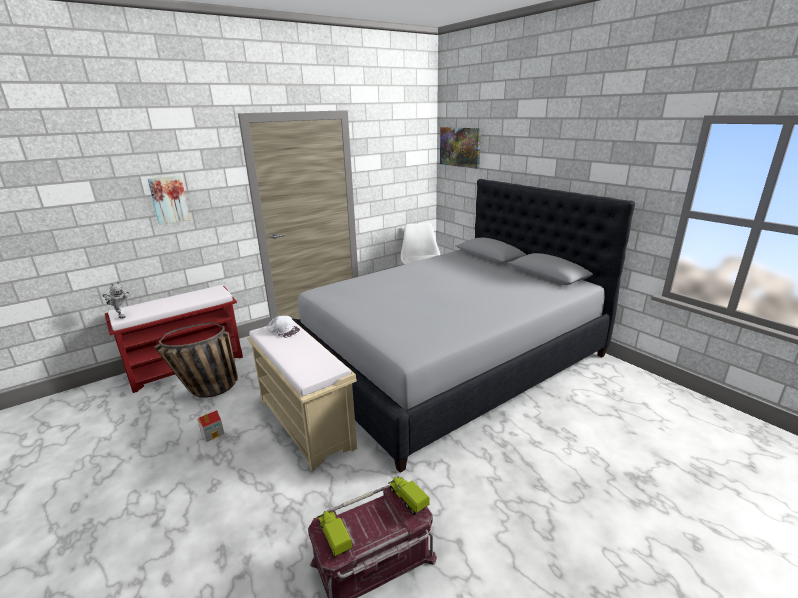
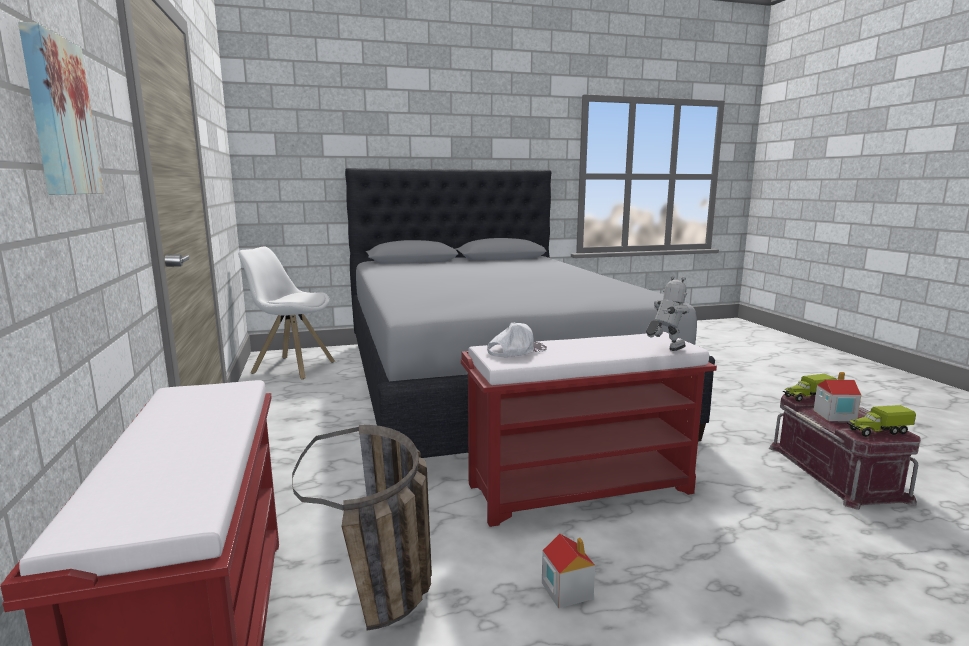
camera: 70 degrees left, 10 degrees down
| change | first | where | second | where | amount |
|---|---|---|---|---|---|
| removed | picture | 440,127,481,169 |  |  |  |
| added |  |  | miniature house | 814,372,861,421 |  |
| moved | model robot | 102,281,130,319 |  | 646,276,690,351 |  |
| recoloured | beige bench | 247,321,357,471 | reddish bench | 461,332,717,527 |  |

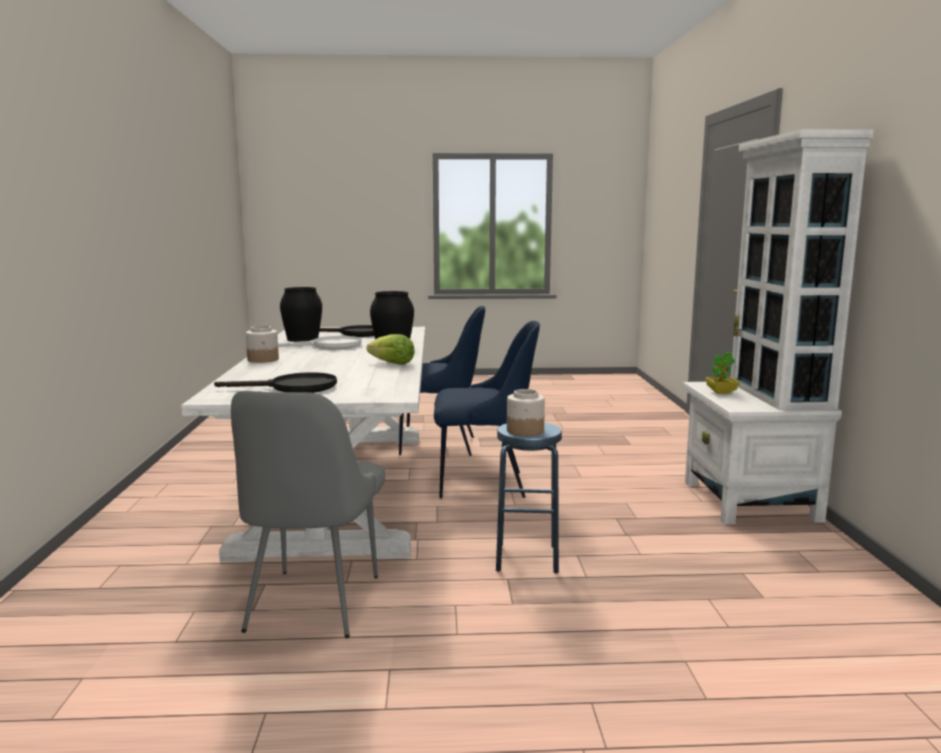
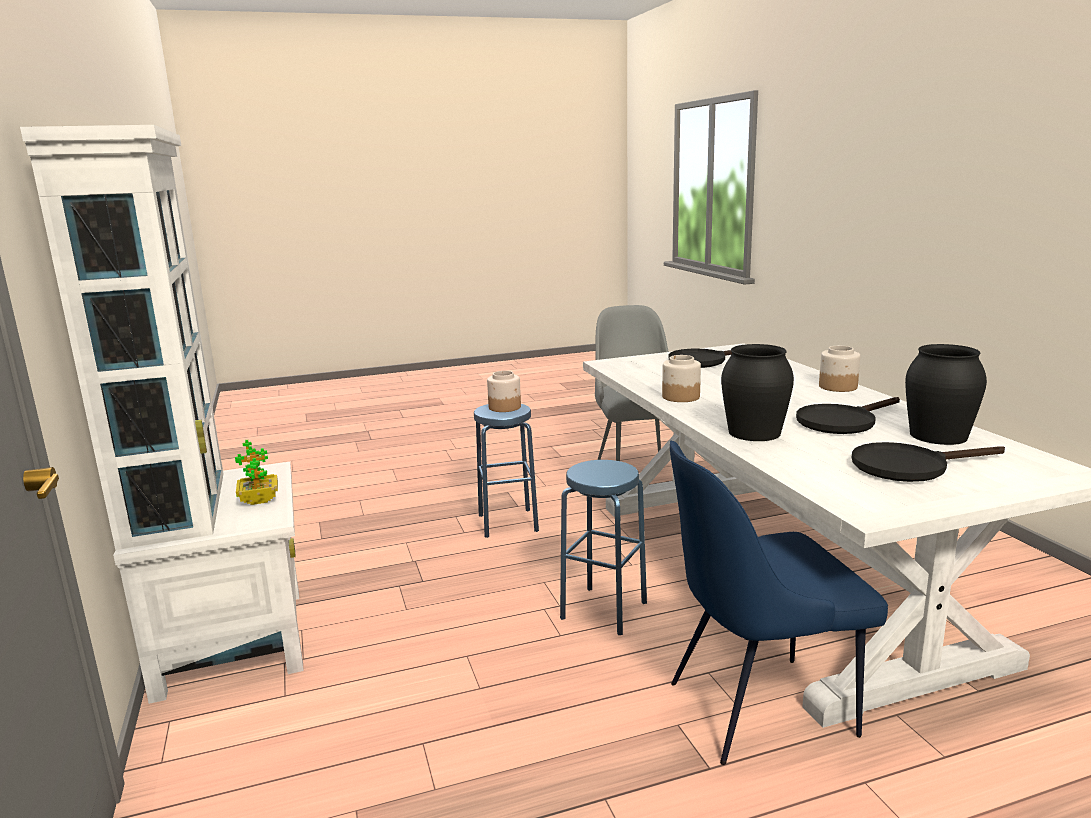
camera: 165 degrees right, 5 degrees up
| change | first | where | second | where | amount |
|---|---|---|---|---|---|
| replaced | head of lettuce | 367,334,415,365 | storage jar | 662,355,701,402 |  |
| replaced | blue plain chair | 434,321,540,499 | blue stool seat | 560,460,647,635 |  |
| recoloured | whitish frying pan | 278,336,362,349 | black-coloured frying pan | 796,397,900,434 |  |

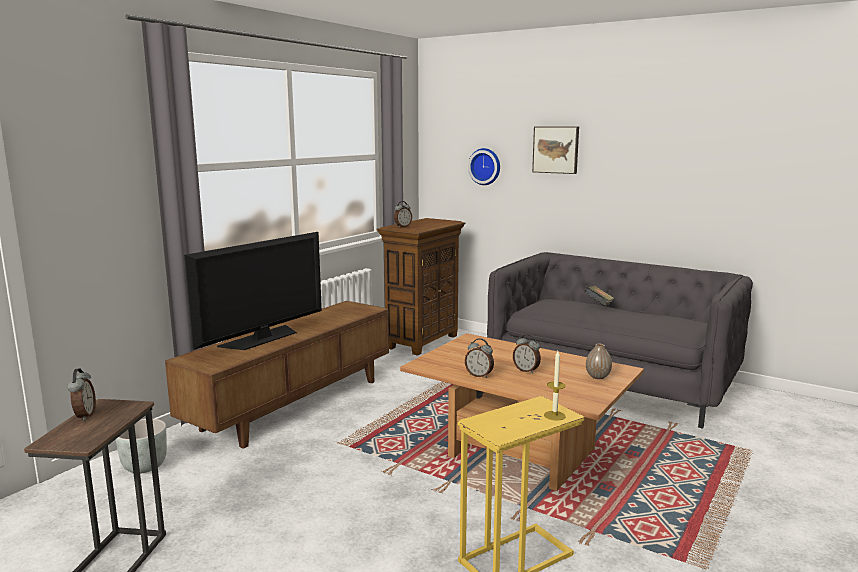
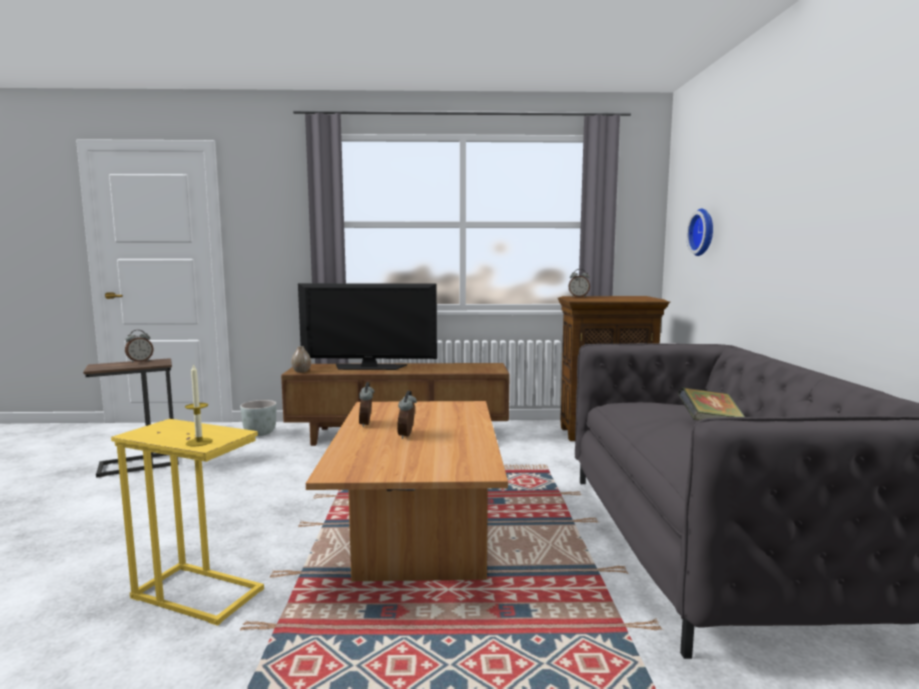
camera: 55 degrees right, 5 degrees down
| change | first | where | second | where | amount |
|---|---|---|---|---|---|
| removed | picture | 532,127,579,174 |  |  |  |
| moved | decorative vase | 586,344,612,379 |  | 291,346,311,373 |  |

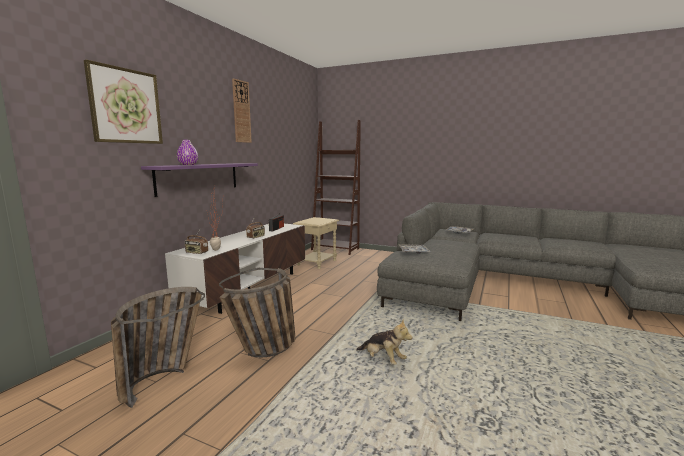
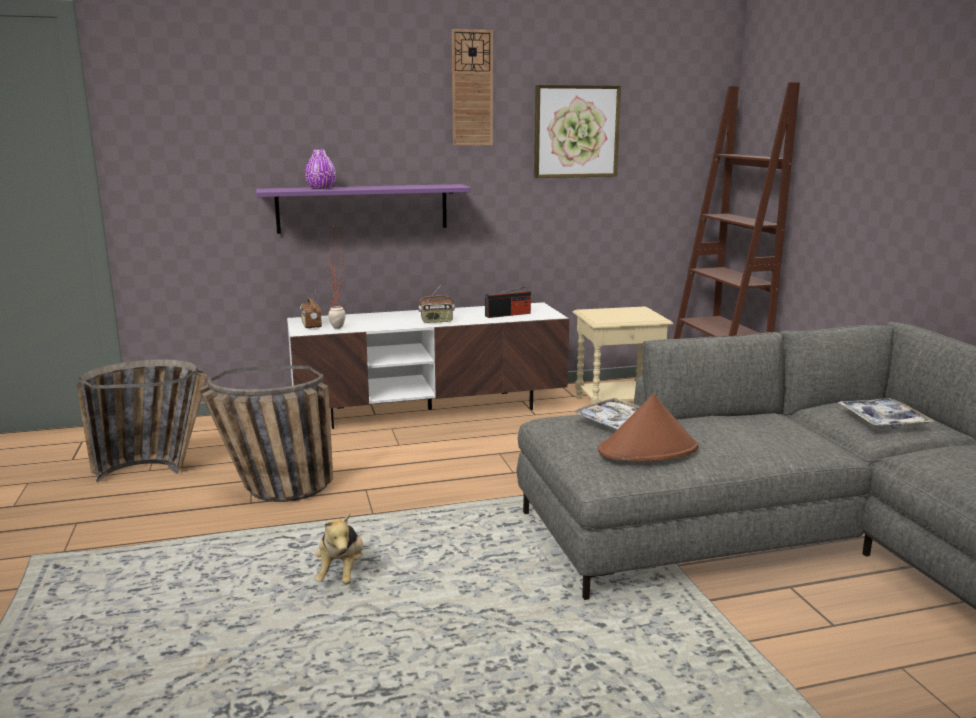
camera: 50 degrees right, 5 degrees up
| change | first | where | second | where | amount |
|---|---|---|---|---|---|
| added |  |  | brown clothing hat | 598,394,699,461 |  |
| moved | picture | 84,60,163,144 |  | 534,85,621,178 |  |

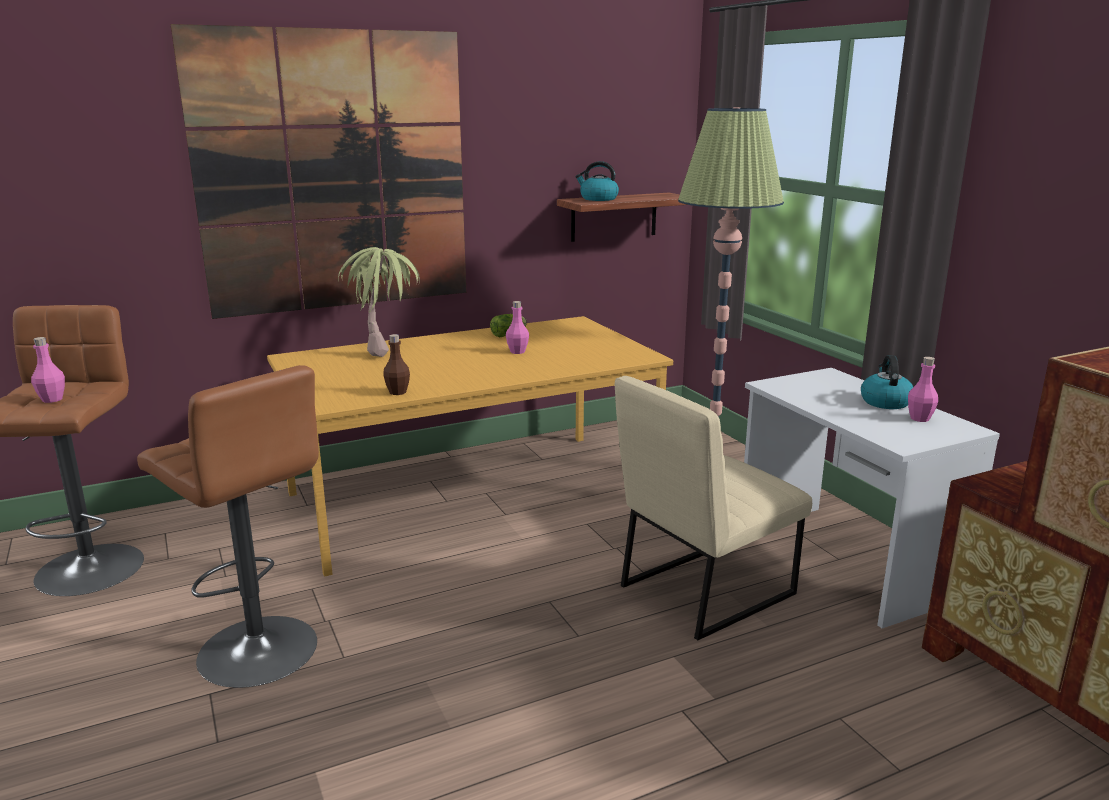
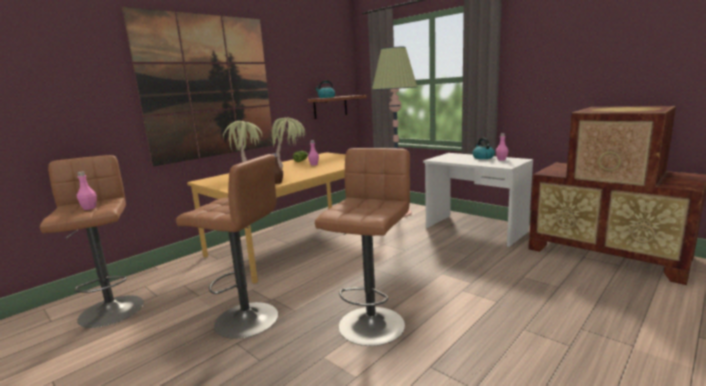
camera: 20 degrees left, 5 degrees down
| change | first | where | second | where | amount |
|---|---|---|---|---|---|
| removed | beige plain chair | 615,376,812,640 |  |  |  |
| added |  |  | potted plant | 271,117,305,169 |  |
| added |  |  | brown stool seat | 315,148,410,346 |  |

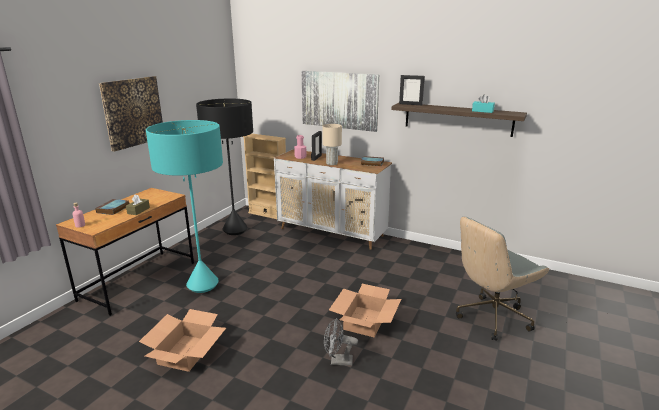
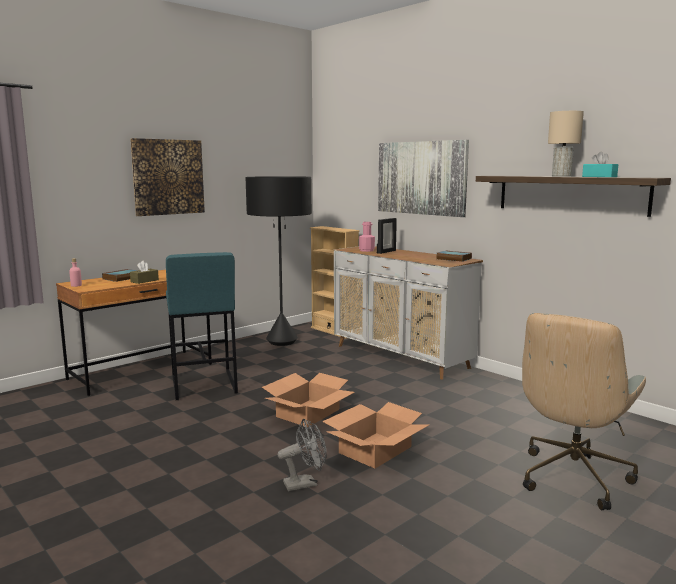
camera: 20 degrees right, 10 degrees down
| change | first | where | second | where | amount |
|---|---|---|---|---|---|
| removed | picture frame | 399,75,425,105 |  |  |  |
| moved | carton | 139,309,226,372 |  | 262,373,355,427 |  |
| moved | beige tabletop lamp | 322,124,342,165 |  | 548,111,584,177 |  |
| replaced | blue-green floor lamp | 146,120,223,293 | blue-green stool seat | 166,252,238,400 |  |
| turned | gray electric fan | 324,318,358,366 |  | 278,419,326,491 | 135 degrees clockwise |
| turned | gray office chair | 456,217,549,341 |  | 522,313,646,510 | 45 degrees counterclockwise |

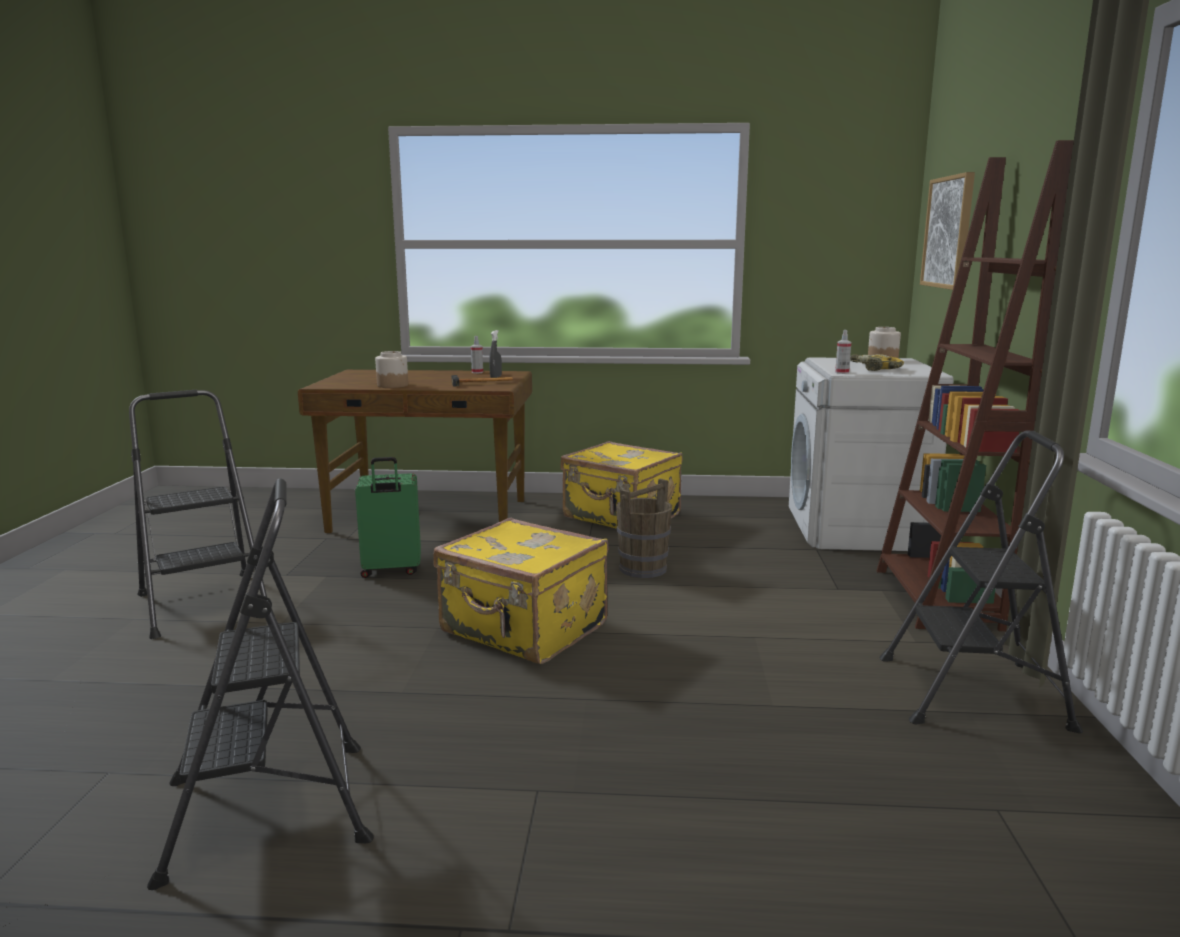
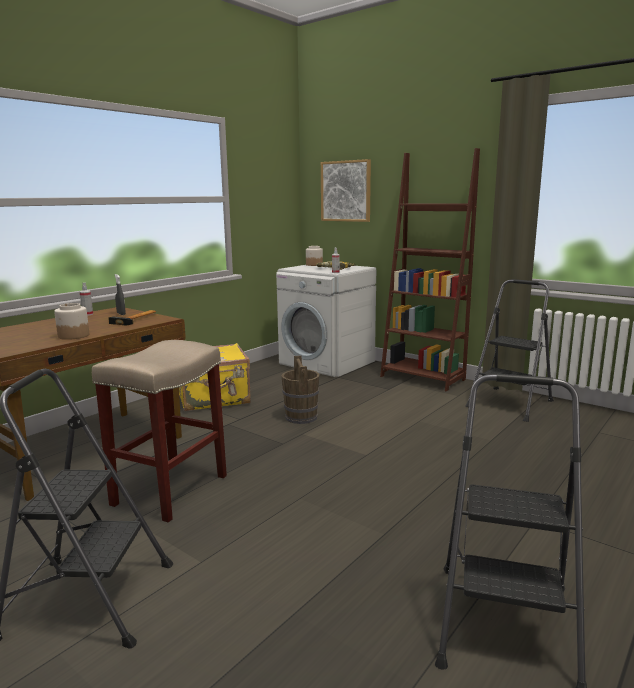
camera: 55 degrees left, 0 degrees up
| change | first | where | second | where | amount |
|---|---|---|---|---|---|
| removed | yellowish travel case | 433,518,608,664 |  |  |  |
| replaced | greenish travel case | 355,457,421,578 | beige stool seat | 92,340,227,522 |  |

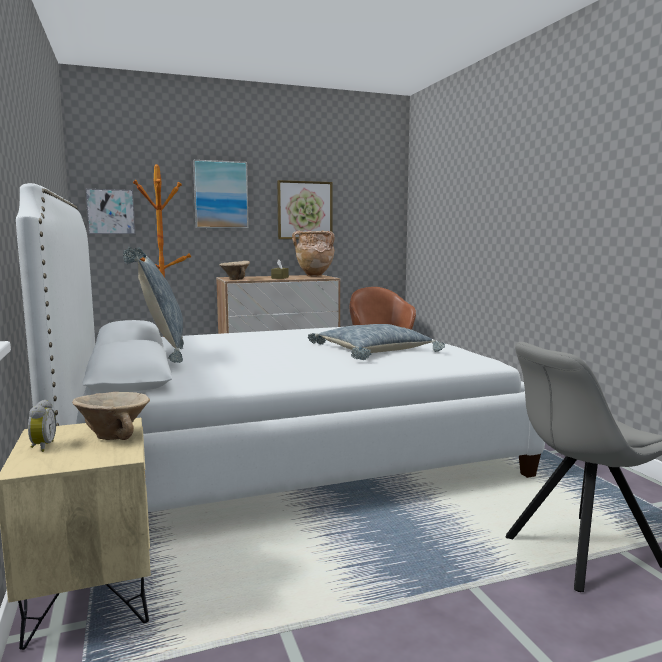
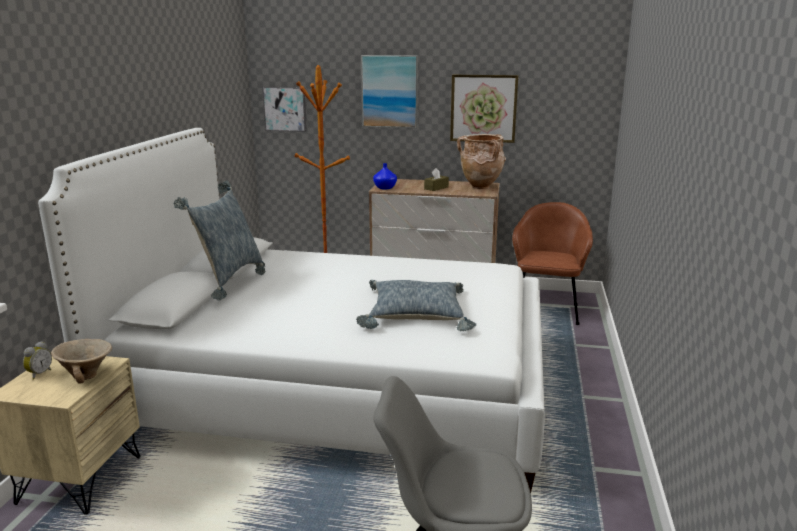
camera: 30 degrees right, 10 degrees up
| change | first | where | second | where | amount |
|---|---|---|---|---|---|
| replaced | beige bowl | 219,261,250,280 | blue decorative vase | 373,163,397,189 |  |

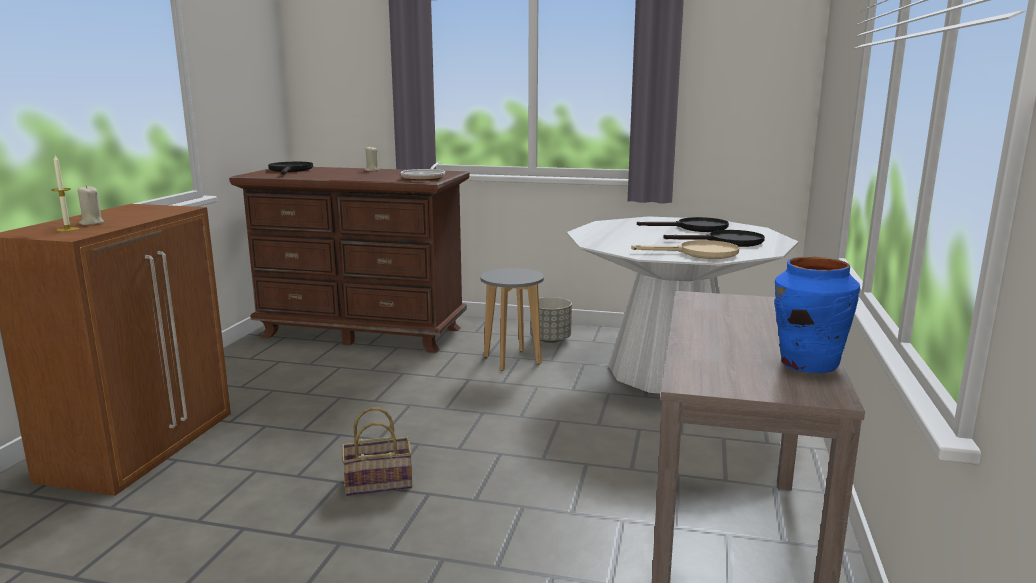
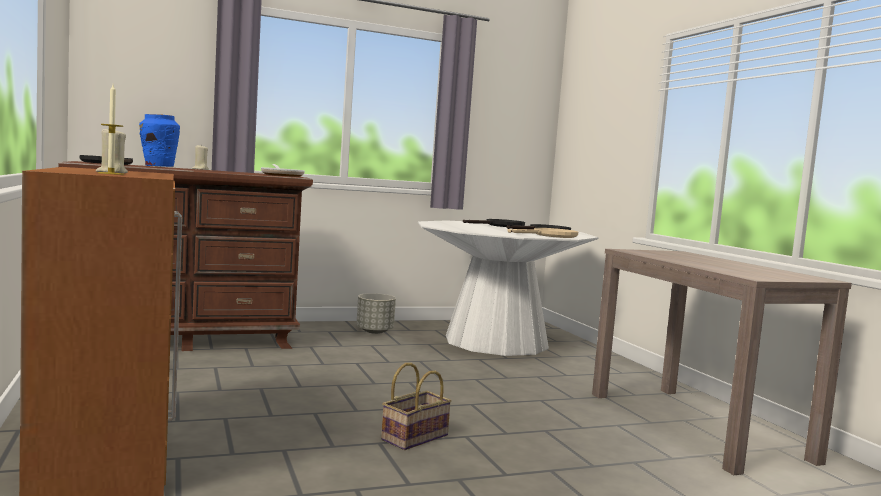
camera: 35 degrees left, 10 degrees down
| change | first | where | second | where | amount |
|---|---|---|---|---|---|
| removed | gray stool seat | 480,268,544,371 |  |  |  |
| moved | blue decorative vase | 774,257,860,373 |  | 139,114,180,167 |  |

